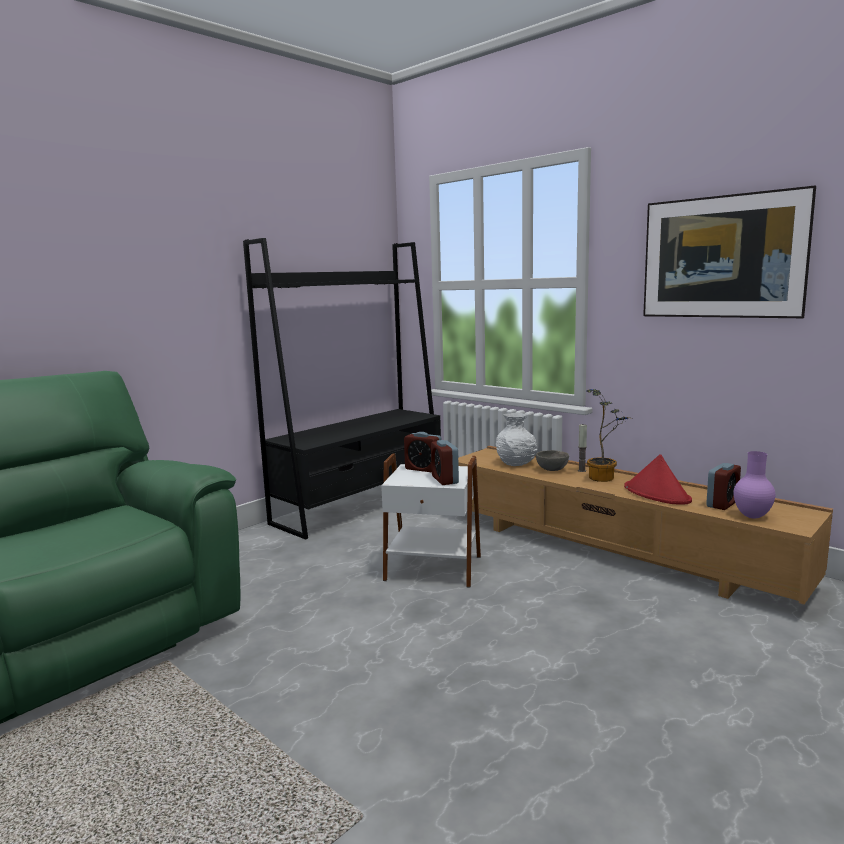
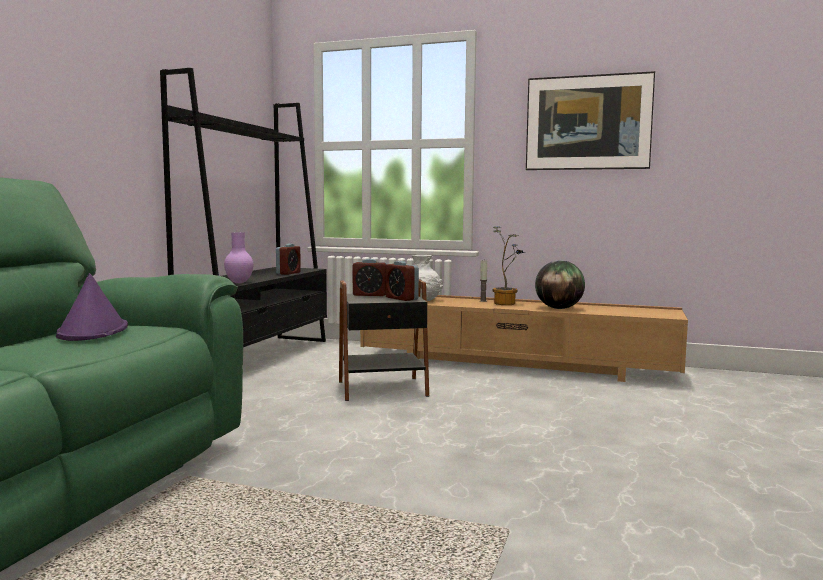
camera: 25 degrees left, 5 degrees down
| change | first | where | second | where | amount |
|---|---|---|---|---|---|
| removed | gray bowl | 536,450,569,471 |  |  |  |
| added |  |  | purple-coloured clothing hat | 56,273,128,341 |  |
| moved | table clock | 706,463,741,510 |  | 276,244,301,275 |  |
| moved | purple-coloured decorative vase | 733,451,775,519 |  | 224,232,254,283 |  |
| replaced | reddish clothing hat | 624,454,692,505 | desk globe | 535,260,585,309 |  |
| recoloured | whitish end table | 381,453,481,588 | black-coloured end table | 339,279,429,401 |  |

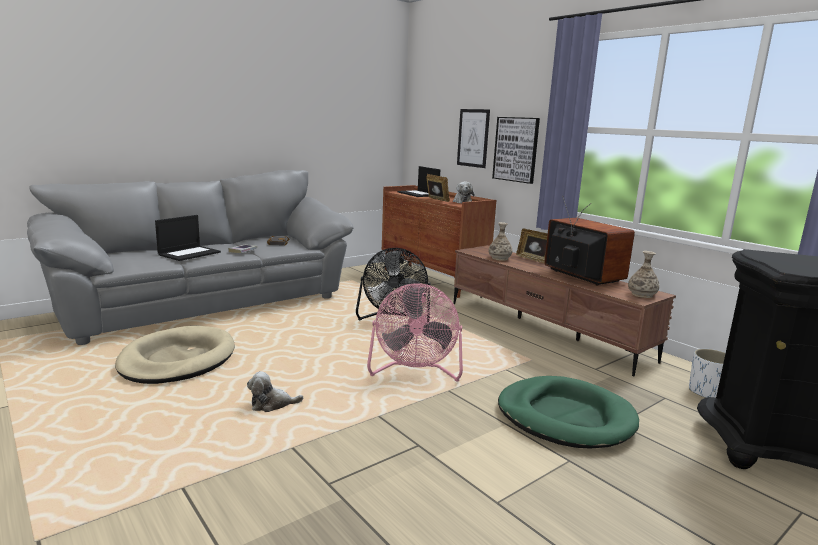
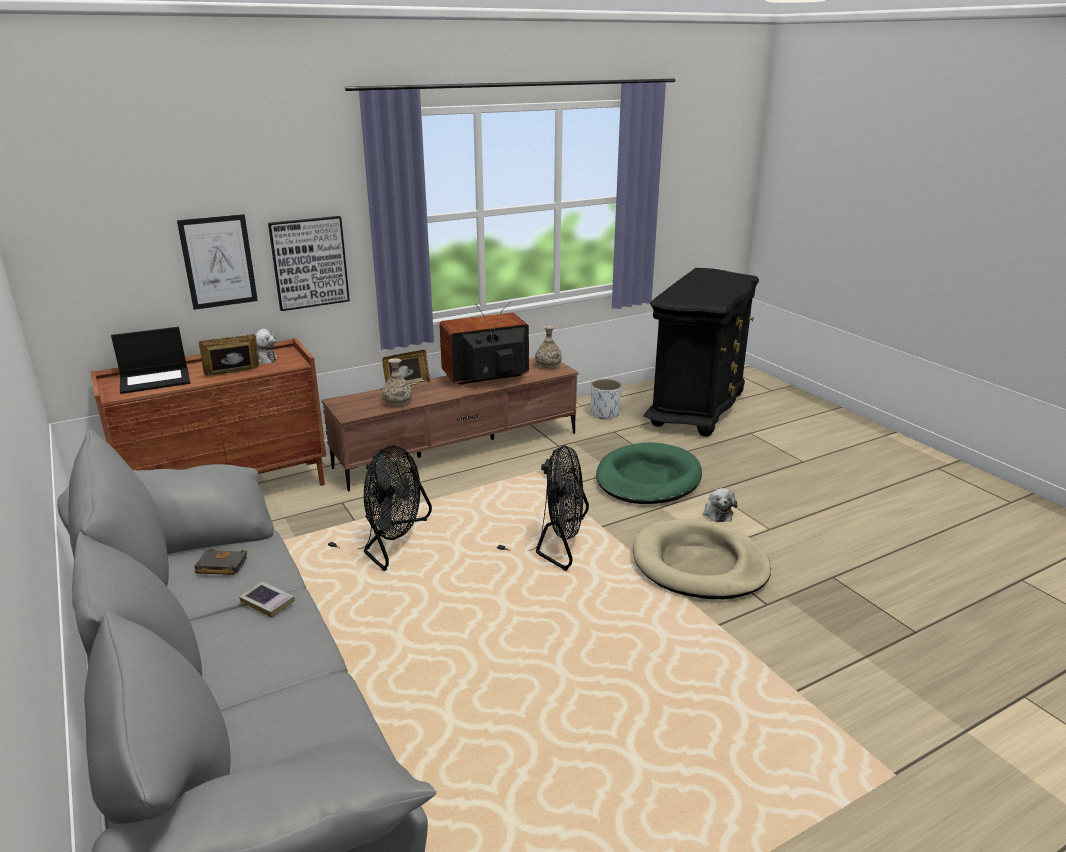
camera: 80 degrees left, 10 degrees up
| change | first | where | second | where | amount |
|---|---|---|---|---|---|
| removed | laptop | 155,215,221,261 |  |  |  |
| moved | beige dog bed | 115,326,235,384 |  | 633,519,771,599 |  |
| moved | plush toy | 247,371,303,412 |  | 703,488,737,522 |  |
| recoloured | pink electric fan | 367,283,463,382 | black-coloured electric fan | 497,445,589,571 |  |

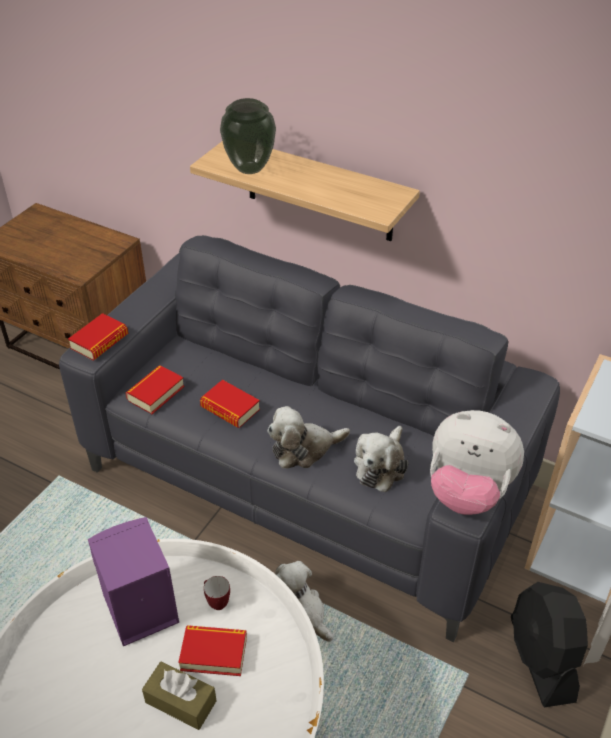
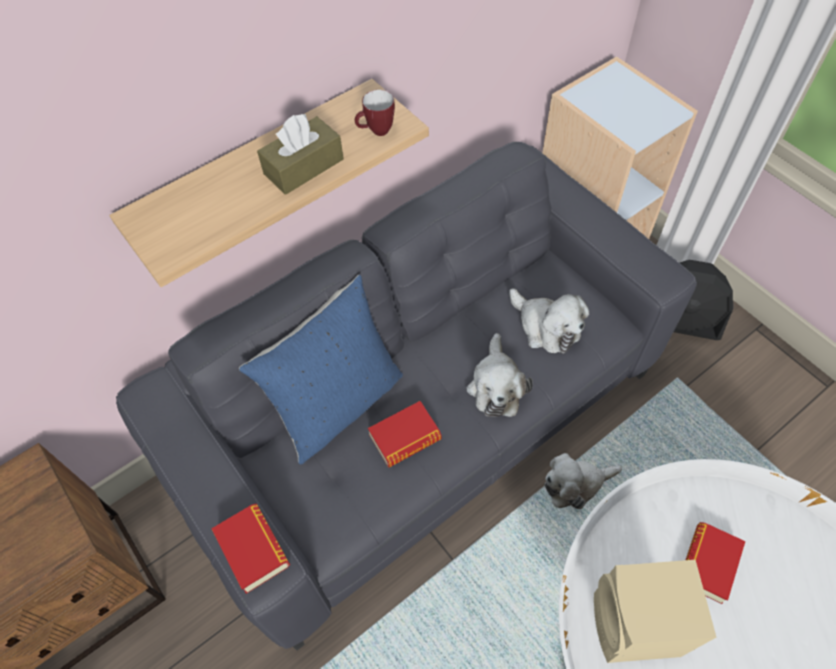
camera: 65 degrees left, 15 degrees up
| change | first | where | second | where | amount |
|---|---|---|---|---|---|
| removed | volume | 126,365,185,414 |  |  |  |
| removed | decorative vase | 220,98,276,174 |  |  |  |
| removed | plush toy | 430,410,524,515 |  |  |  |
| added |  |  | blue throw pillow | 239,274,403,465 |  |
| moved | brown tissue box | 142,662,216,730 |  | 257,114,344,195 |  |
| moved | coffee mug | 204,576,230,610 |  | 355,90,395,136 |  |
| recoloured | purple-coloured audio speaker | 88,517,179,646 | beige audio speaker | 594,560,716,663 |  |

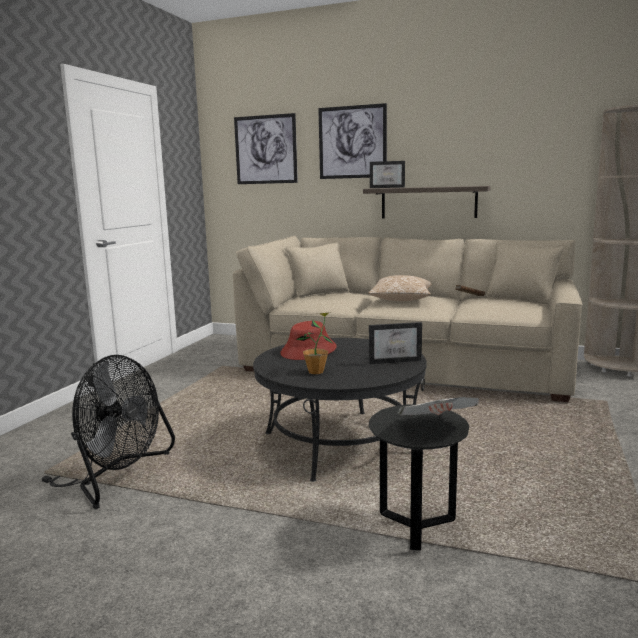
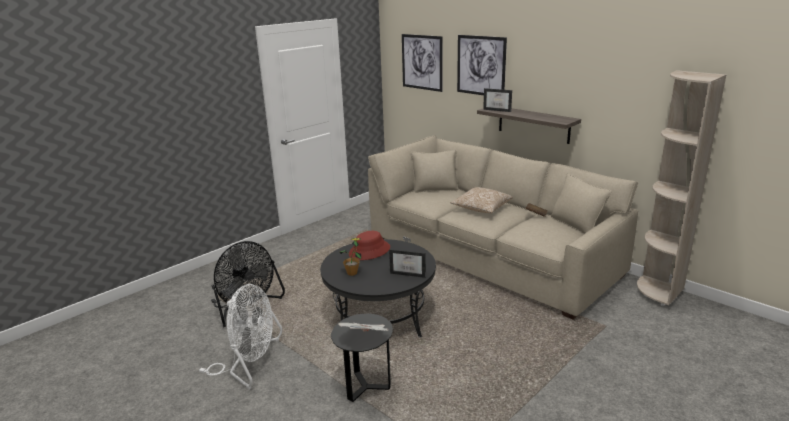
camera: 25 degrees right, 10 degrees up
| change | first | where | second | where | amount |
|---|---|---|---|---|---|
| added |  |  | whitish electric fan | 199,284,282,390 |  |

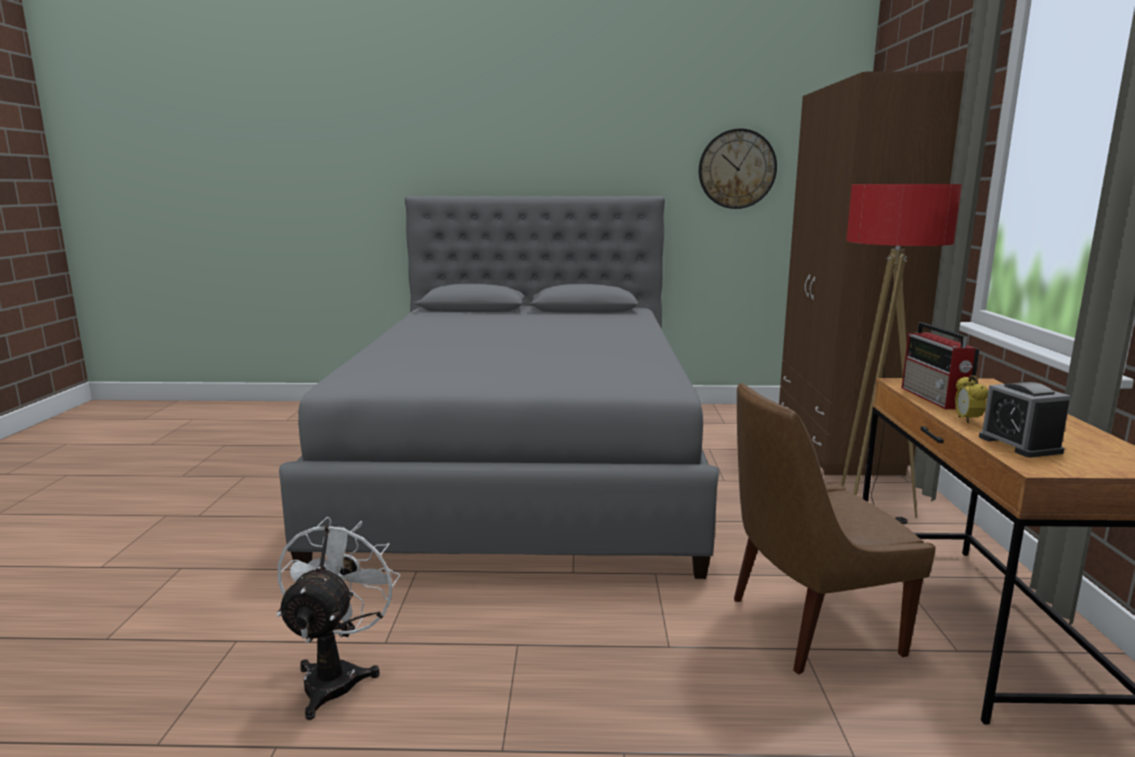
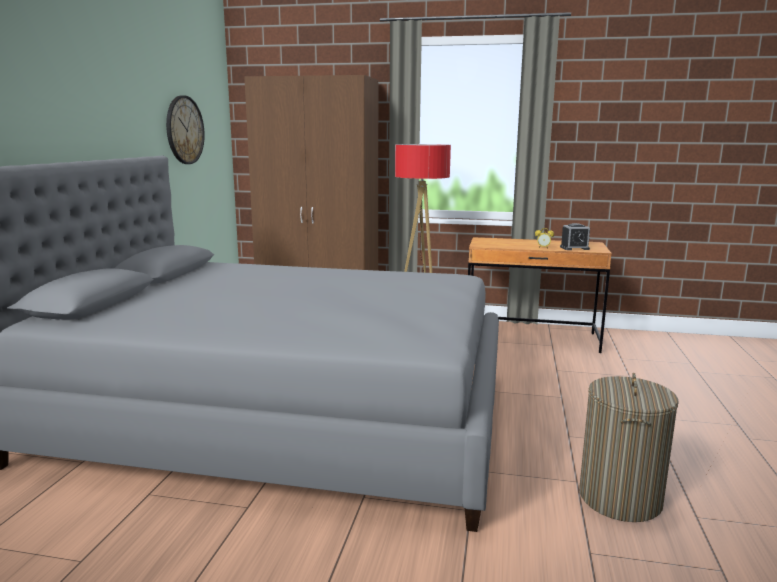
camera: 80 degrees left, 0 degrees up
| change | first | where | second | where | amount |
|---|---|---|---|---|---|
| removed | brown plain chair | 734,383,936,674 |  |  |  |
| removed | radio receiver | 902,322,980,409 |  |  |  |
| replaced | whitish electric fan | 277,517,400,720 | laundry basket | 579,373,678,522 |  |

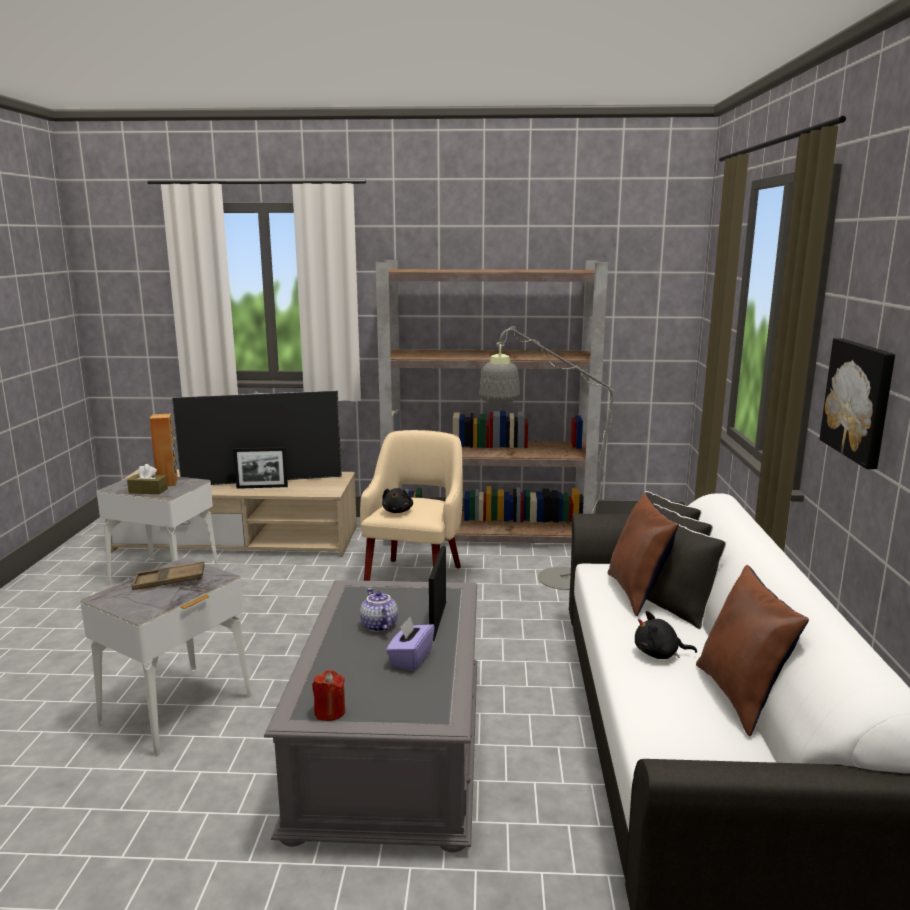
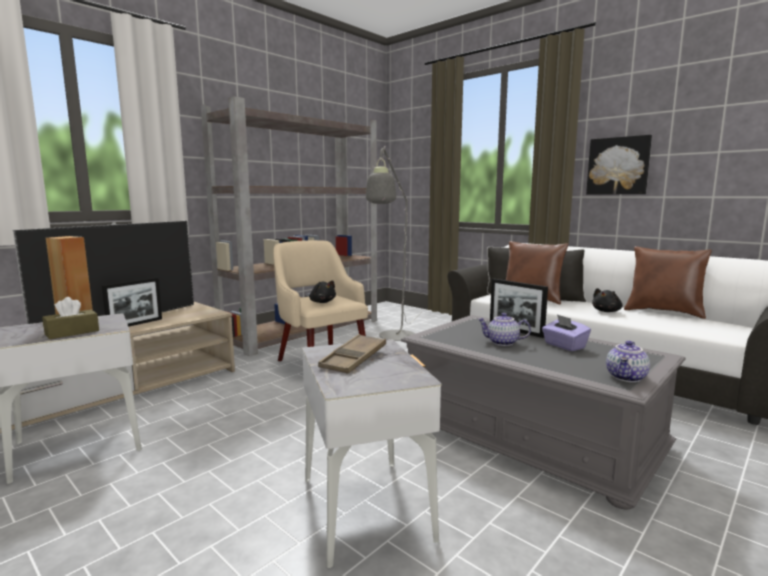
camera: 50 degrees left, 5 degrees down
| change | first | where | second | where | amount |
|---|---|---|---|---|---|
| replaced | reddish candle | 312,670,345,721 | tea pot | 606,341,650,382 |  |

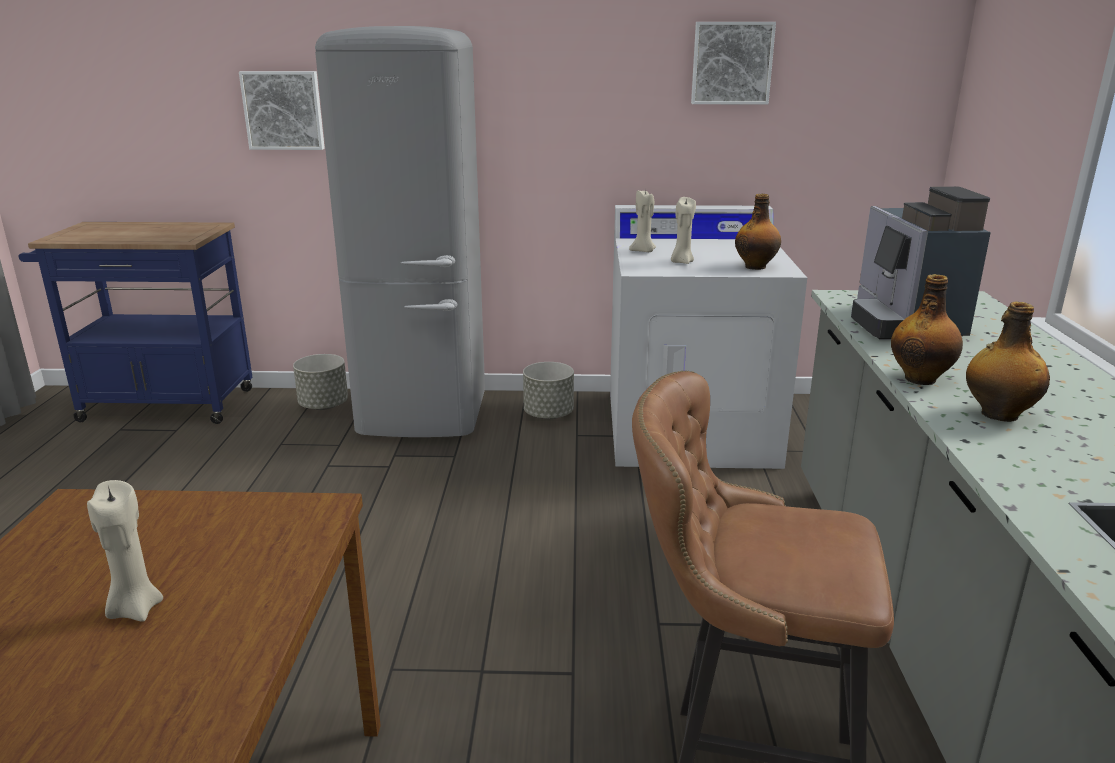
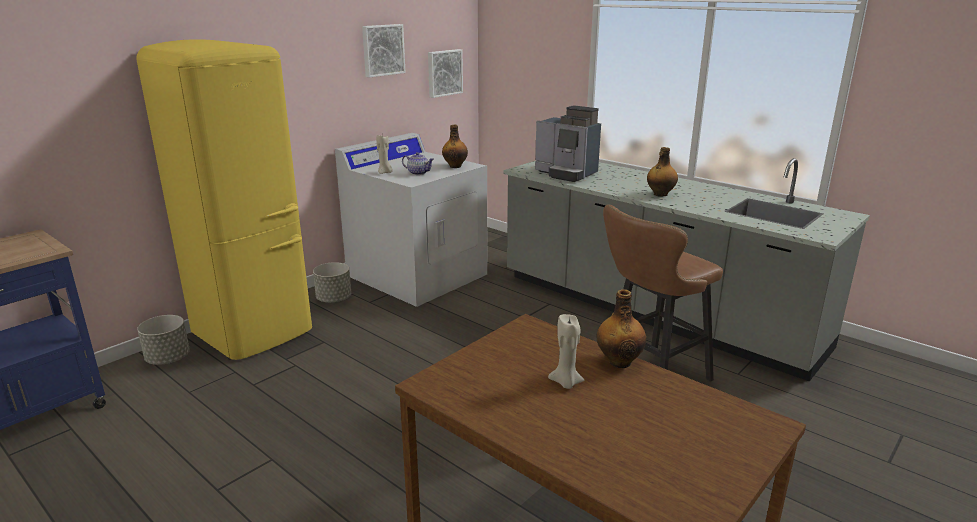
camera: 50 degrees left, 0 degrees up
| change | first | where | second | where | amount |
|---|---|---|---|---|---|
| moved | picture | 239,71,325,150 |  | 428,49,463,98 |  |
| moved | drink bottle | 891,274,963,385 |  | 597,289,646,368 |  |
| replaced | beige candle | 671,197,696,264 | tea pot | 402,152,434,175 |  |
| recoloured | gray fridge | 315,26,485,437 | yellowish fridge | 136,39,312,360 |  |

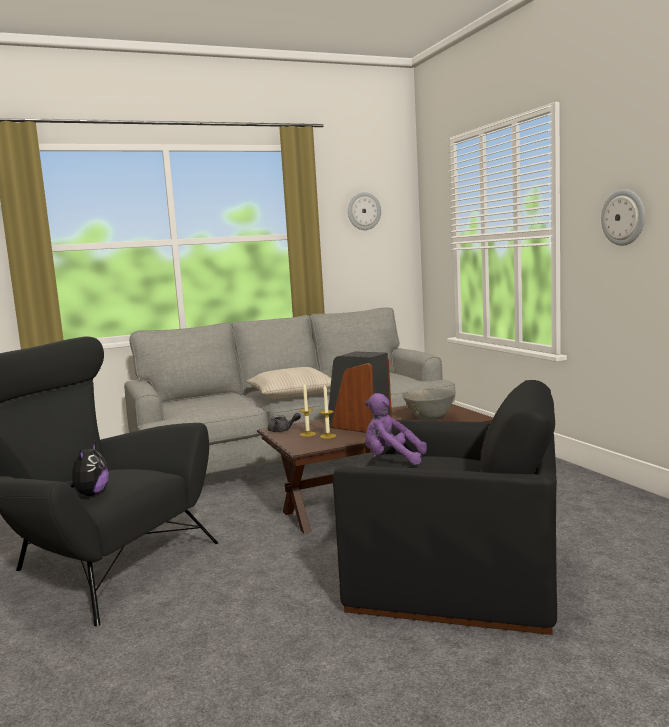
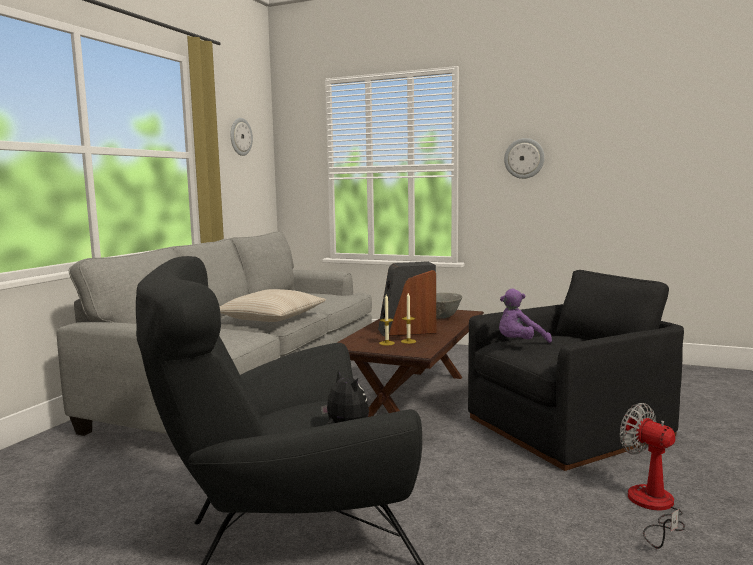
camera: 45 degrees left, 0 degrees up
| change | first | where | second | where | amount |
|---|---|---|---|---|---|
| removed | gray tea pot | 268,413,301,432 |  |  |  |
| added |  |  | electric fan | 620,403,685,549 |  |

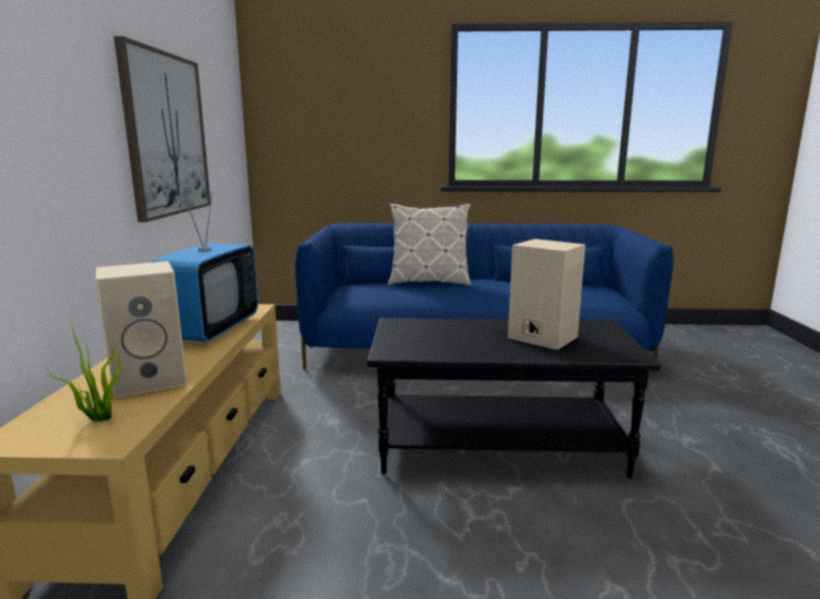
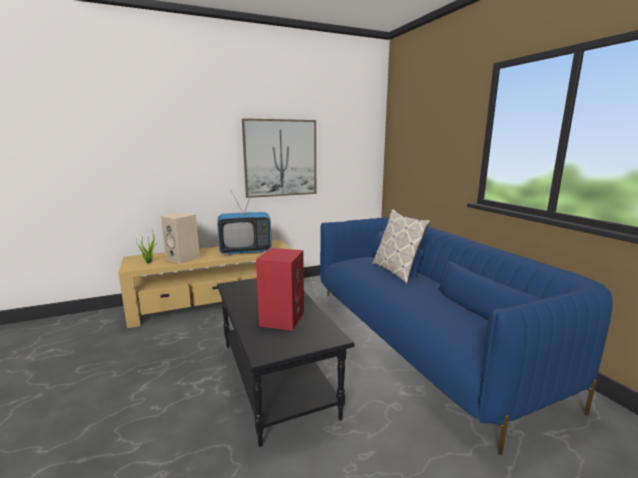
camera: 65 degrees right, 0 degrees up
| change | first | where | second | where | amount |
|---|---|---|---|---|---|
| recoloured | beige audio speaker | 508,239,586,350 | reddish audio speaker | 256,248,304,331 |  |

